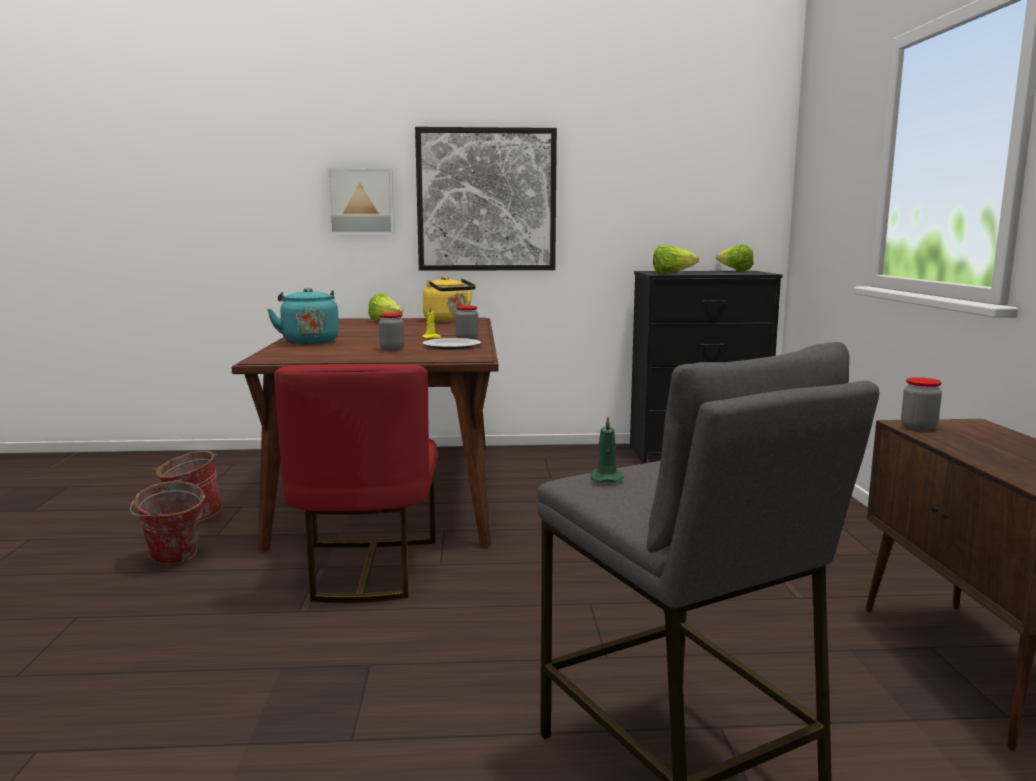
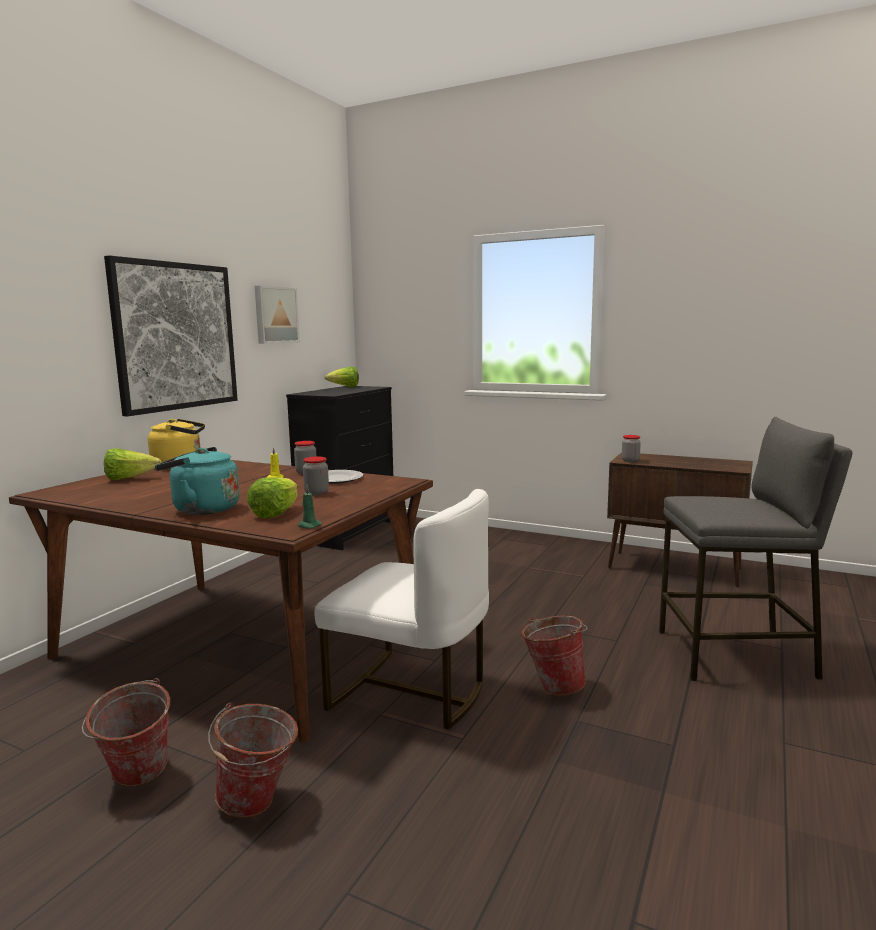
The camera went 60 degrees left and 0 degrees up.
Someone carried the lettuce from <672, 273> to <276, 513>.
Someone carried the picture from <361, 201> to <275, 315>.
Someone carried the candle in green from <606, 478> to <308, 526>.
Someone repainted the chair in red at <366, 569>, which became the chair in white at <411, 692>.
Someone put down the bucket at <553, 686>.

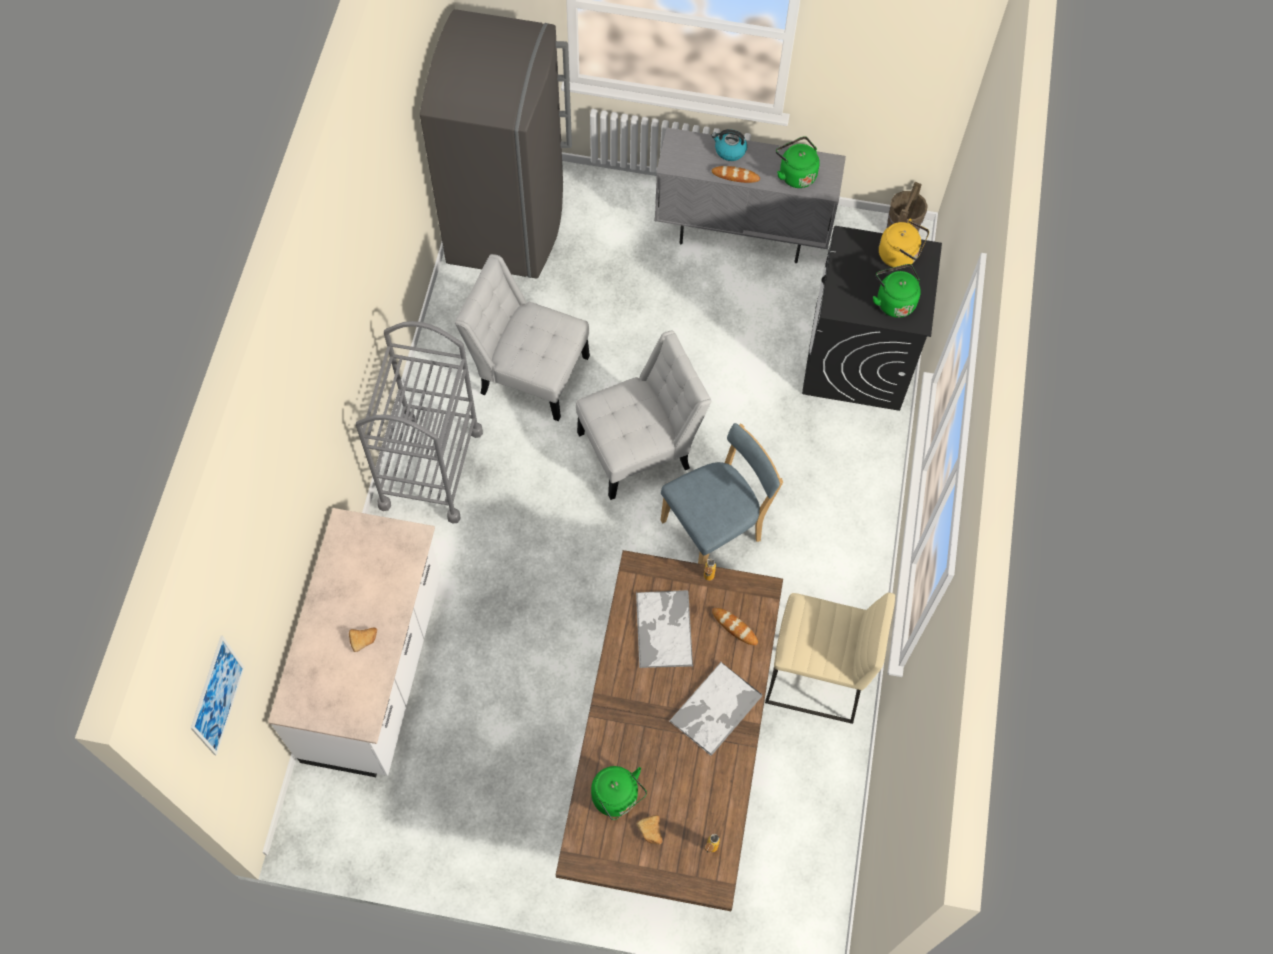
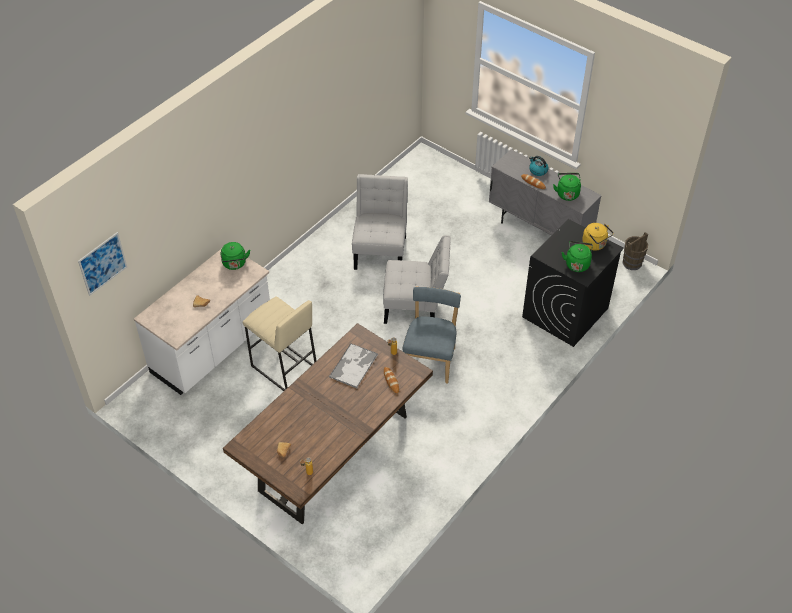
The camera went 30 degrees right and 15 degrees down.
Someone carried the kettle in green from <617, 798> to <235, 264>.
Someone carried the stool in beige from <815, 680> to <283, 367>.
Someone rotated the chair in white at <529, 372> by 45 degrees clockwise.
Someone rotated the chair in blue at <715, 529> by 75 degrees counterclockwise.
Someone took away the cart in grey at <431, 468>.
Someone took away the fridge in grey at <507, 223>.
Someone took away the tray at <715, 709>.

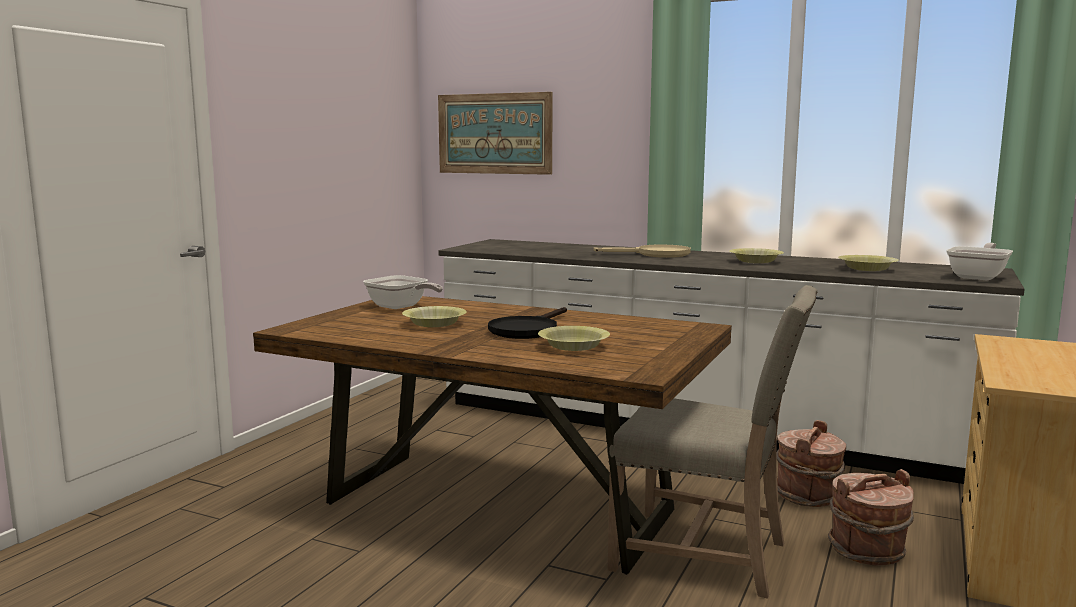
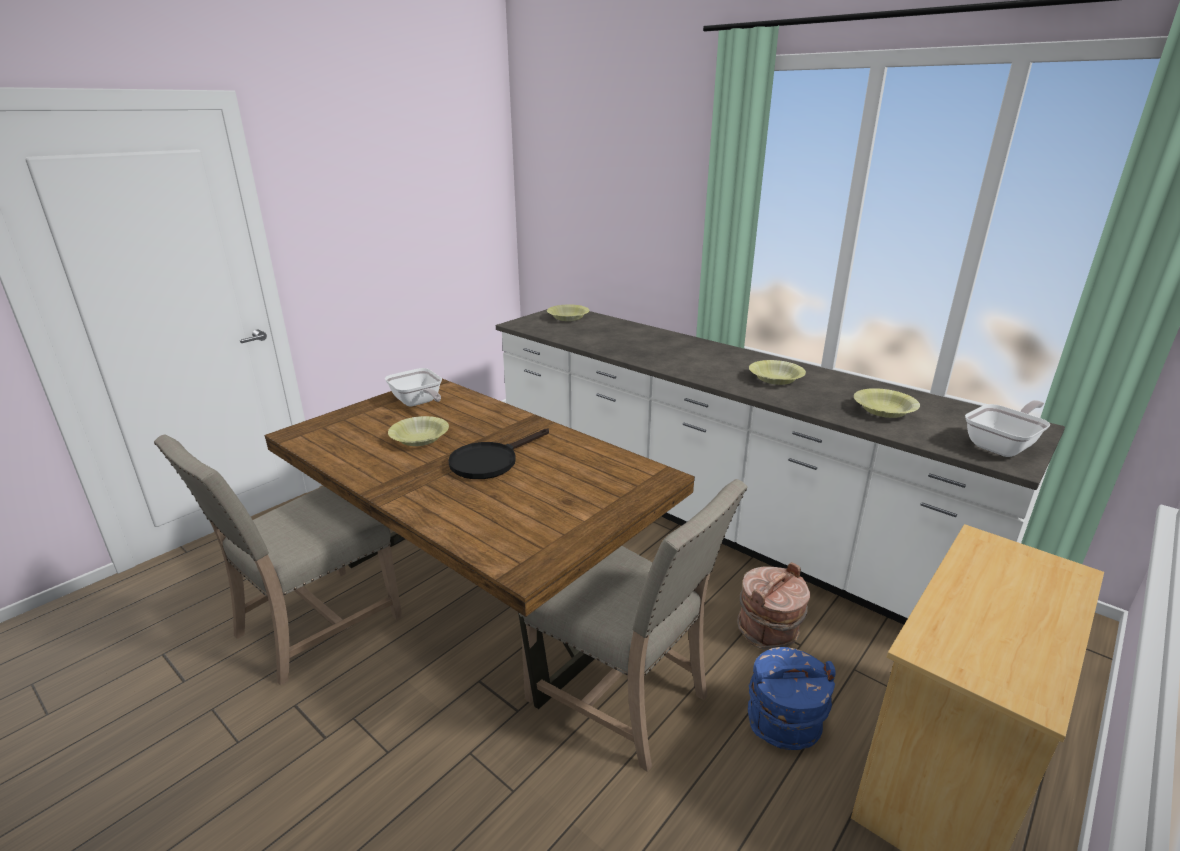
The camera went 15 degrees right and 15 degrees up.
Someone put down the chair in beige at <312, 626>.
Someone carried the bowl in yellow from <573, 347> to <568, 318>.
Someone repainted the bucket in brown at <867, 551>, which became the bucket in blue at <784, 724>.
Someone took away the picture at <494, 133>.
Someone took away the frying pan in beige at <655, 254>.

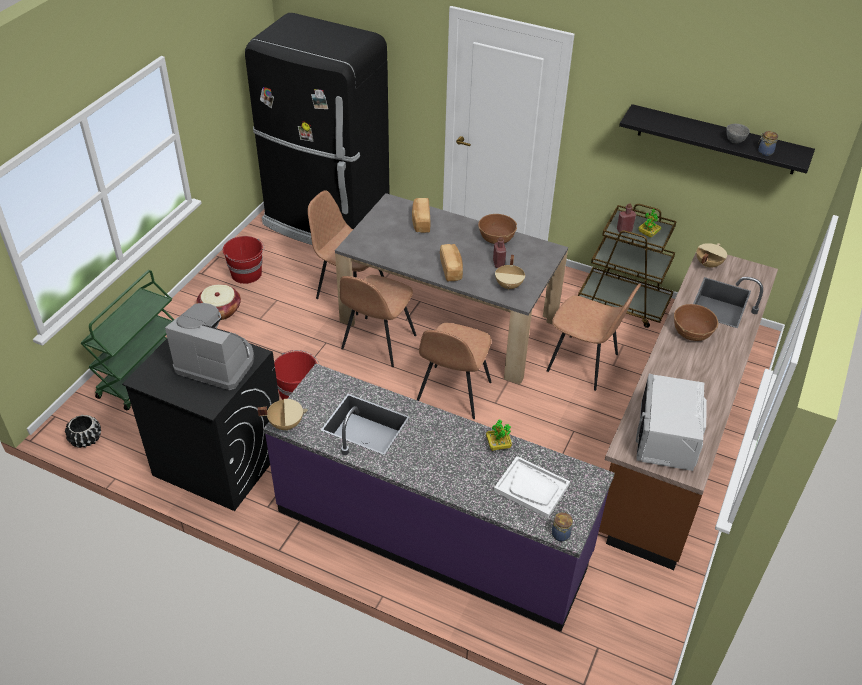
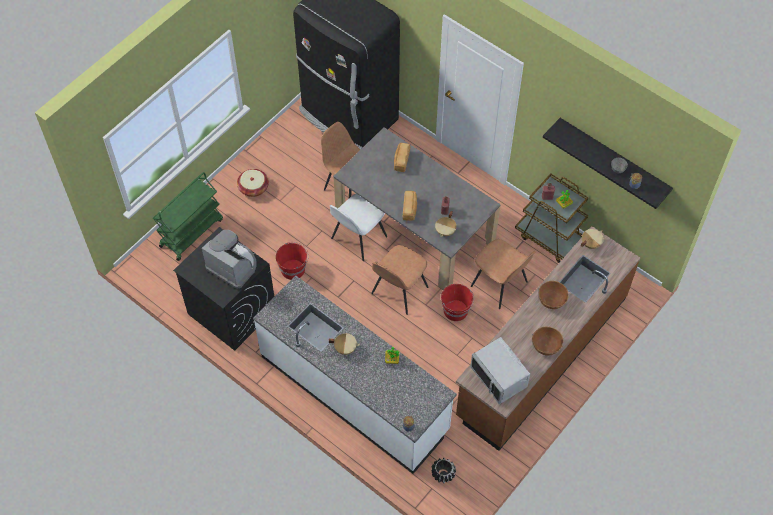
The camera went 15 degrees right and 15 degrees up.
Someone repainted the counter in purple at <433, 533>, which became the counter in white at <355, 392>.
Someone carried the cooking pot in beige from <286, 423> to <345, 348>.
Someone repainted the chair in brown at <377, 343>, which became the chair in white at <358, 238>.
Someone carried the planter in black from <86, 439> to <443, 474>.
Someone carried the bucket in red from <247, 274> to <456, 310>.
Someone rotated the microwave in grey at <667, 438> by 60 degrees counterclockwise.
Someone carried the bowl in brown from <496, 238> to <546, 346>.
Someone took away the tray in white at <531, 488>.

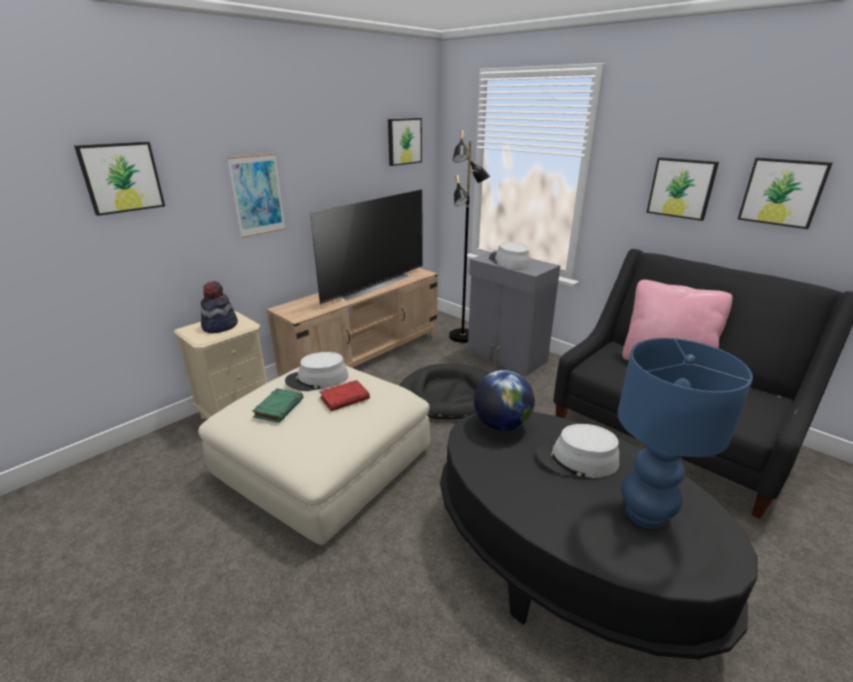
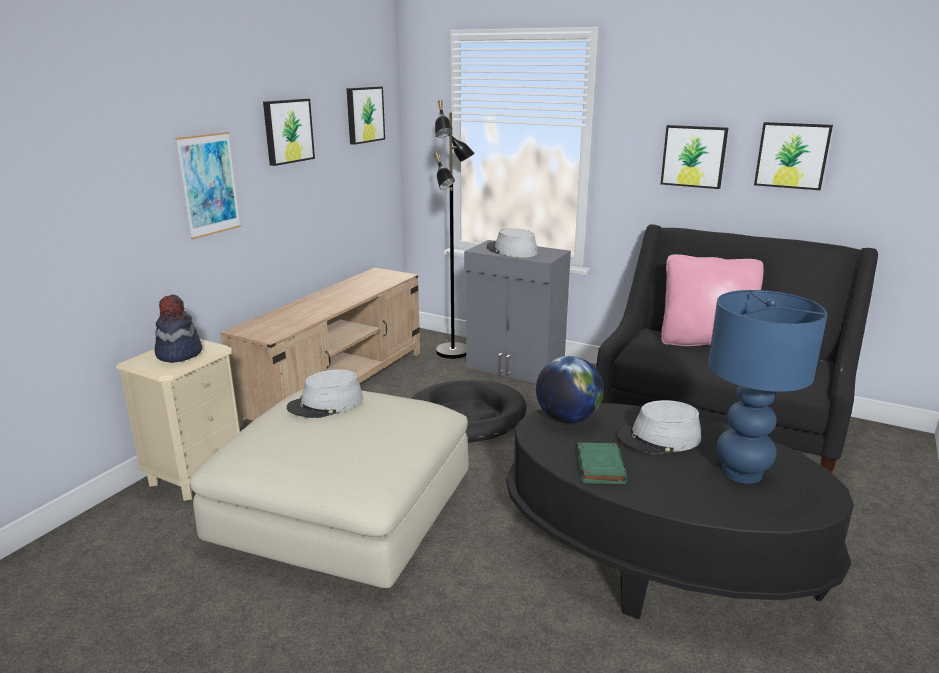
The camera went 15 degrees left and 5 degrees down.
Someone carried the picture from <121, 177> to <287, 131>.
Someone carried the book in green from <279, 408> to <600, 467>.
Someone took away the television at <372, 285>.
Someone took away the book in red at <345, 398>.

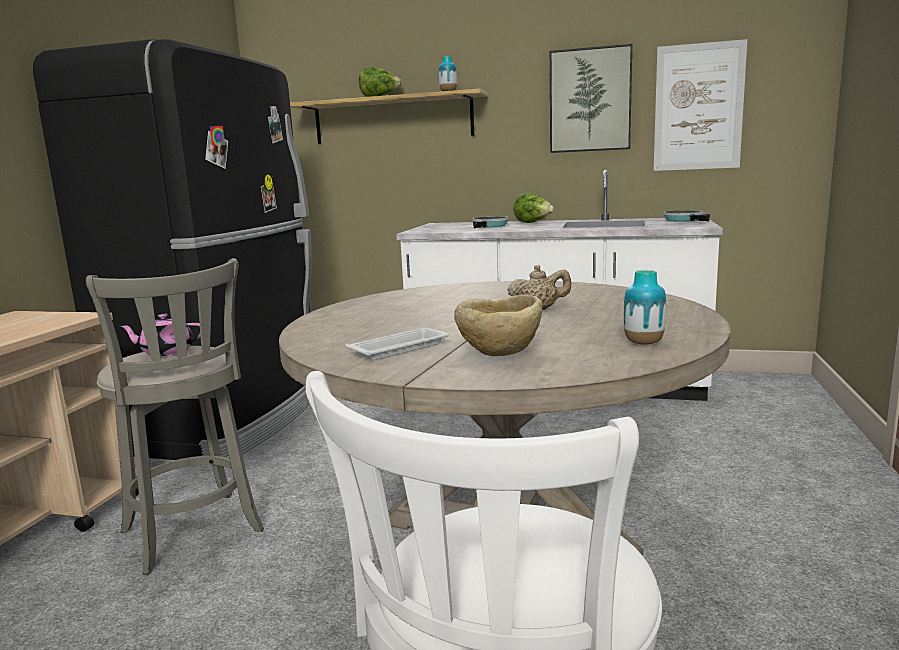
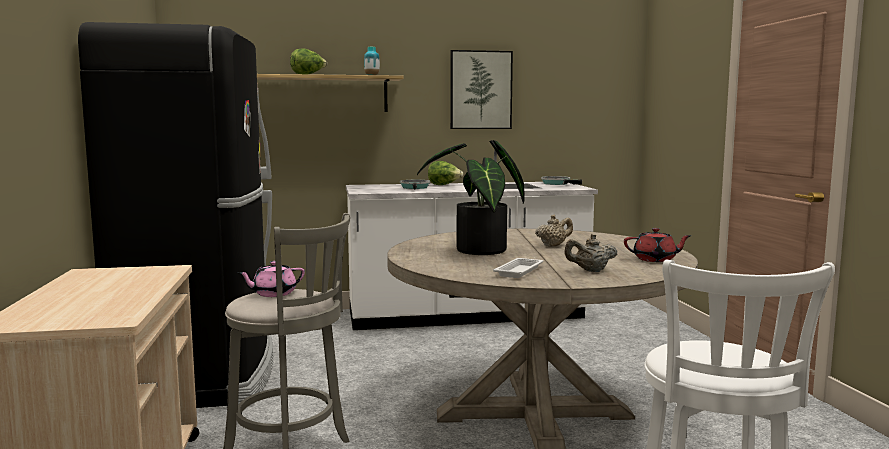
The camera went 25 degrees left and 5 degrees down.
Someone put down the potted plant at <478, 252>.
Someone swapped the bowl in beige at <499, 356> for the teapot in beige at <590, 271>.
Someone swapped the vase at <643, 343> for the teapot in red at <655, 259>.
Someone took away the picture at <698, 107>.

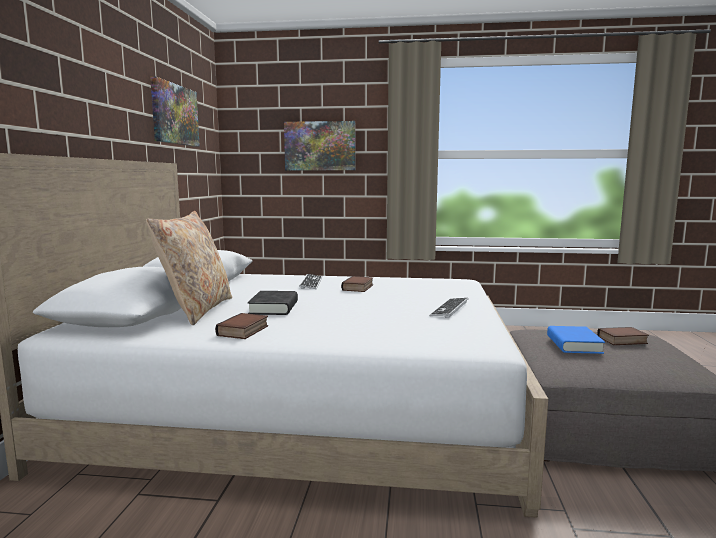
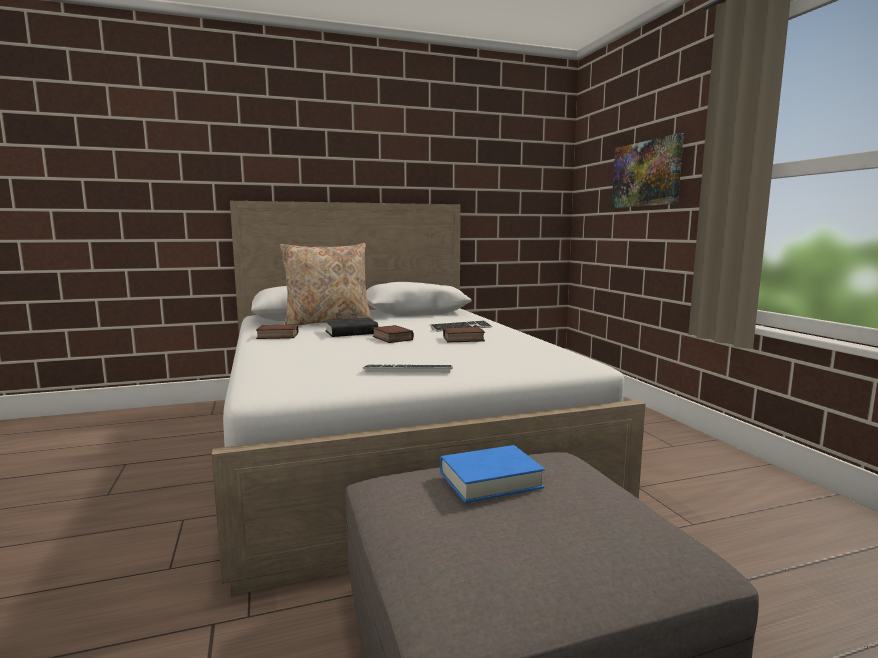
The camera went 65 degrees right and 0 degrees up.
Someone carried the book from <622, 340> to <391, 338>.
Someone took away the picture at <174, 114>.

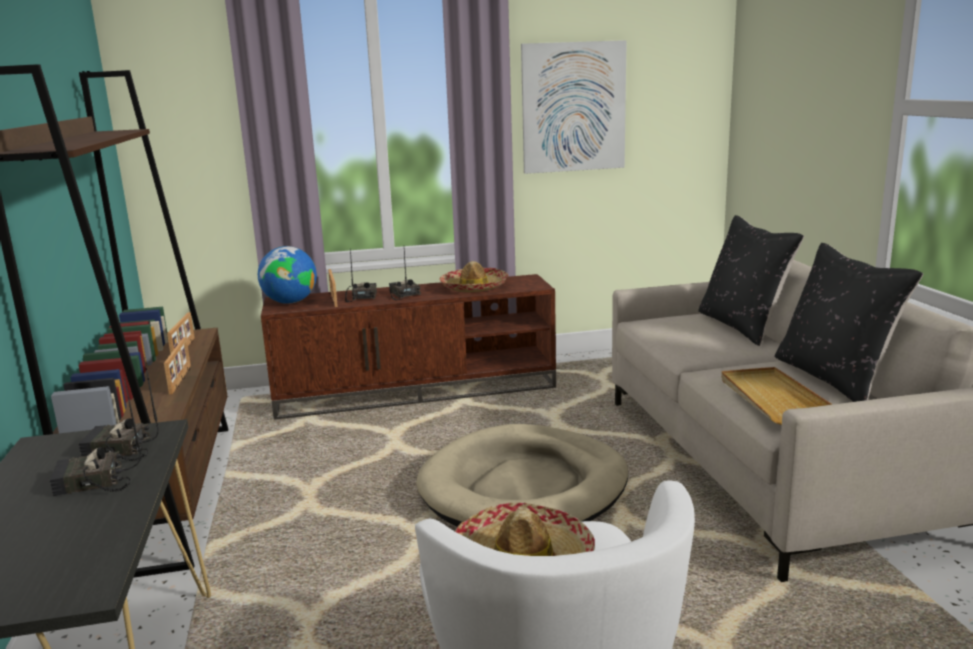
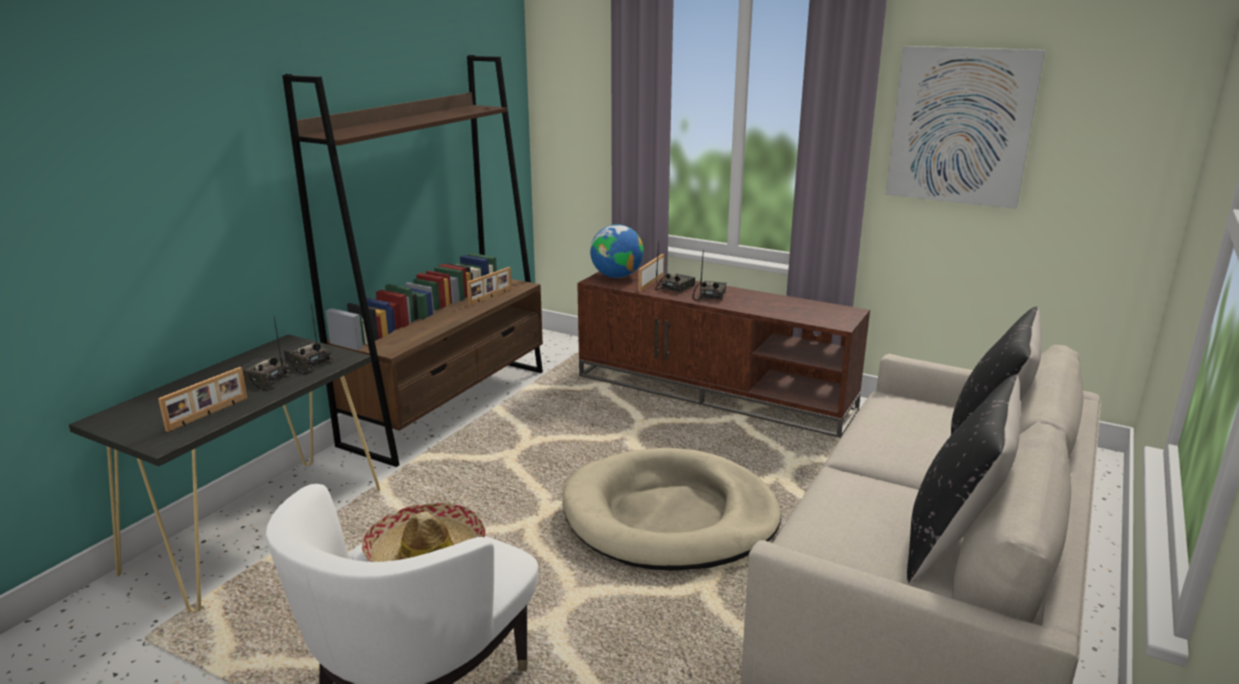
The camera went 40 degrees right and 5 degrees up.
Someone carried the picture frame from <181, 379> to <209, 414>.
Someone took away the hat at <474, 287>.
Someone took away the tray in beige at <773, 399>.

